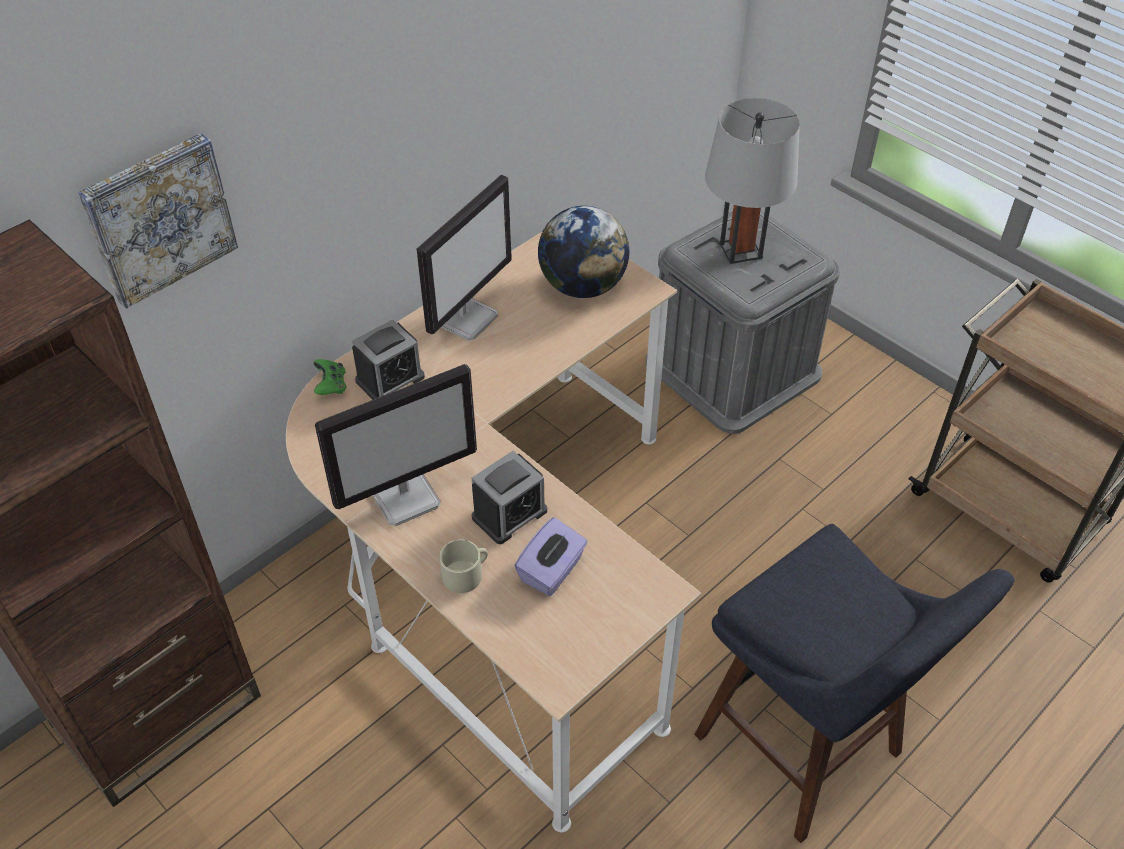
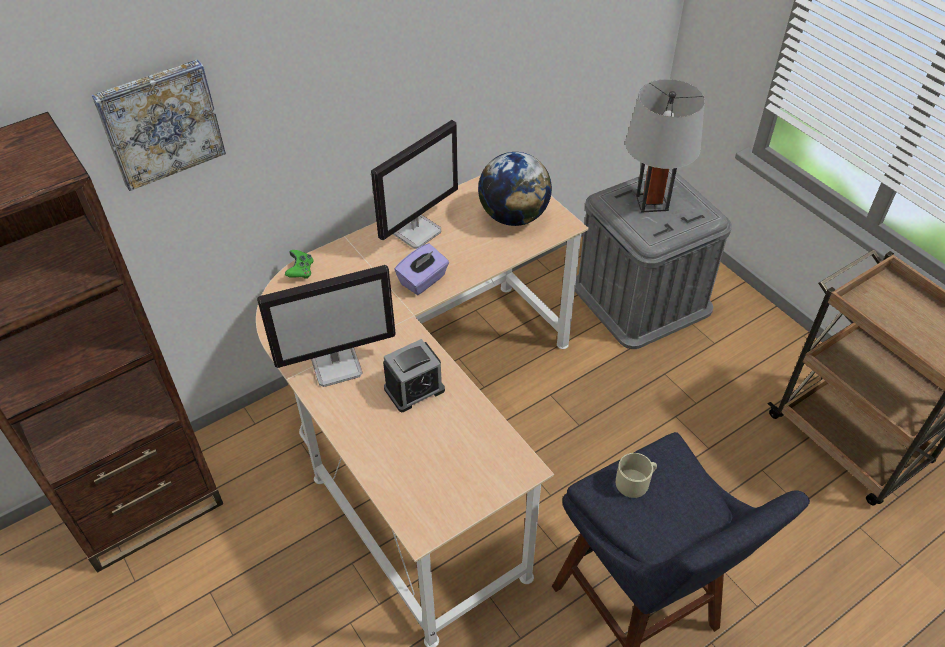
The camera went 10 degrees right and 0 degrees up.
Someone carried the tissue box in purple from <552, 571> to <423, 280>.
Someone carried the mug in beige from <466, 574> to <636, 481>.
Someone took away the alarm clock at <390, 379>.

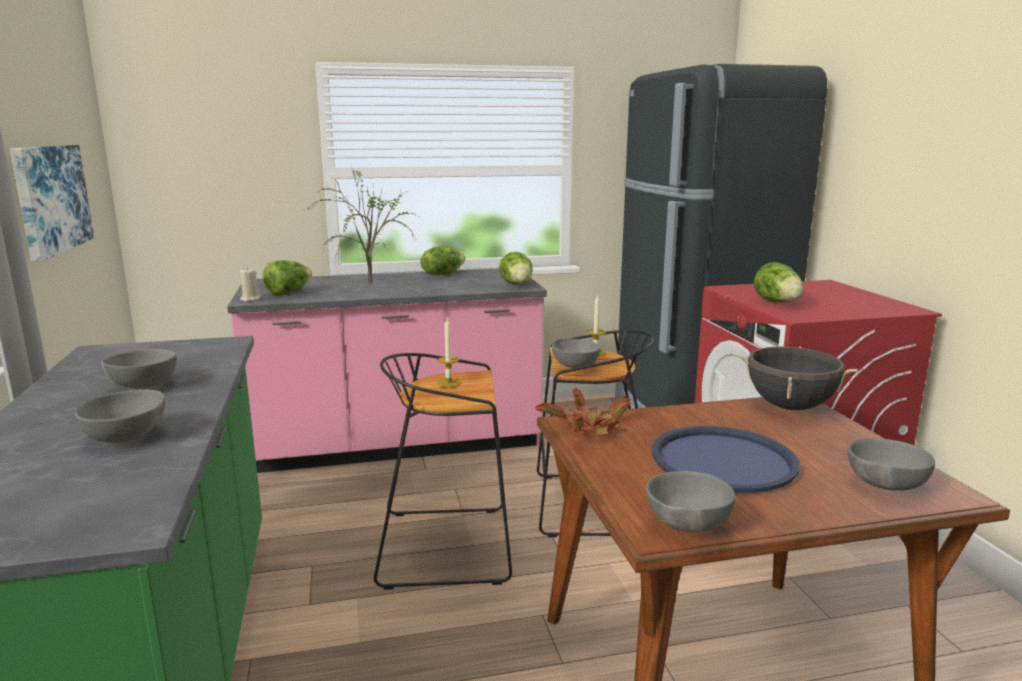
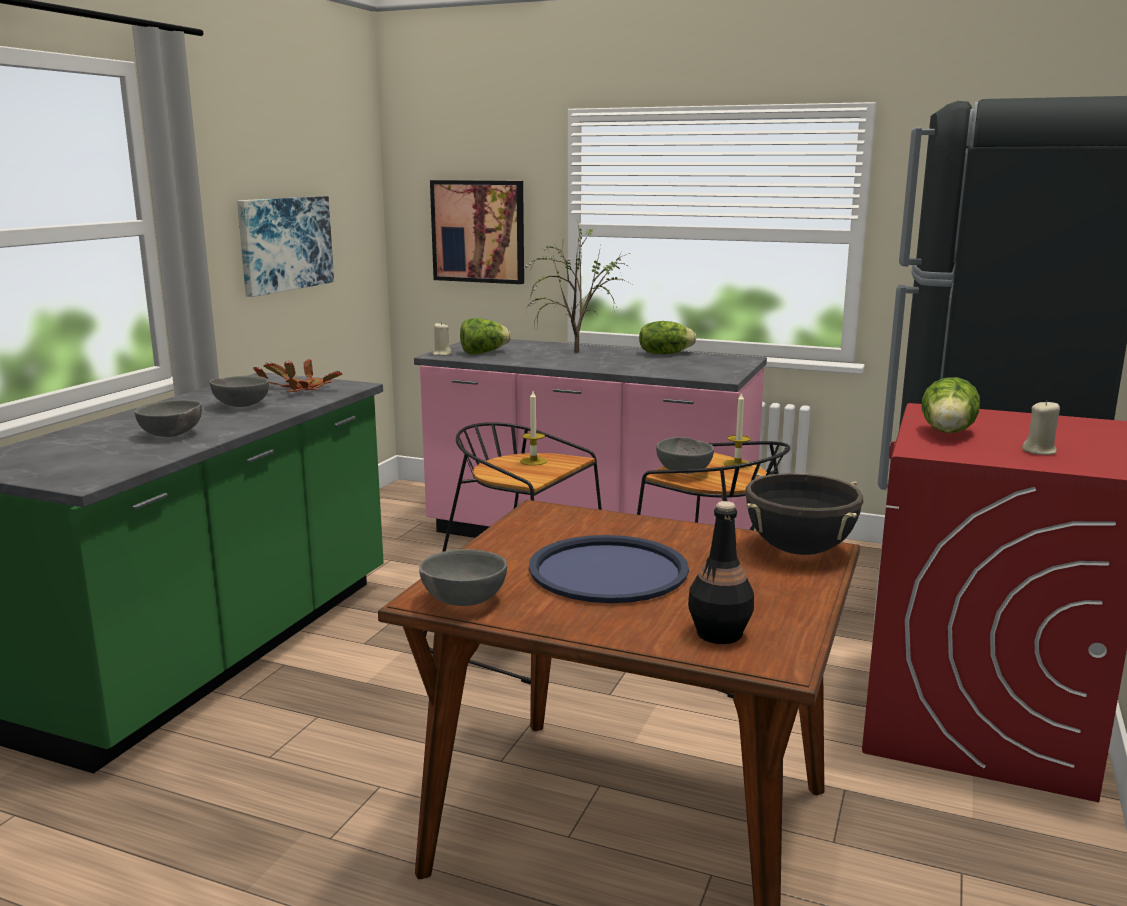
The camera went 35 degrees right and 0 degrees up.
Someone carried the potted plant from <589, 429> to <301, 390>.
Someone put up the picture at <478, 231>.
Someone swapped the bowl in grey at <883, 486> for the bottle in black at <718, 633>.
Someone put down the candle in beige at <1039, 451>.
Someone took away the lettuce at <517, 285>.

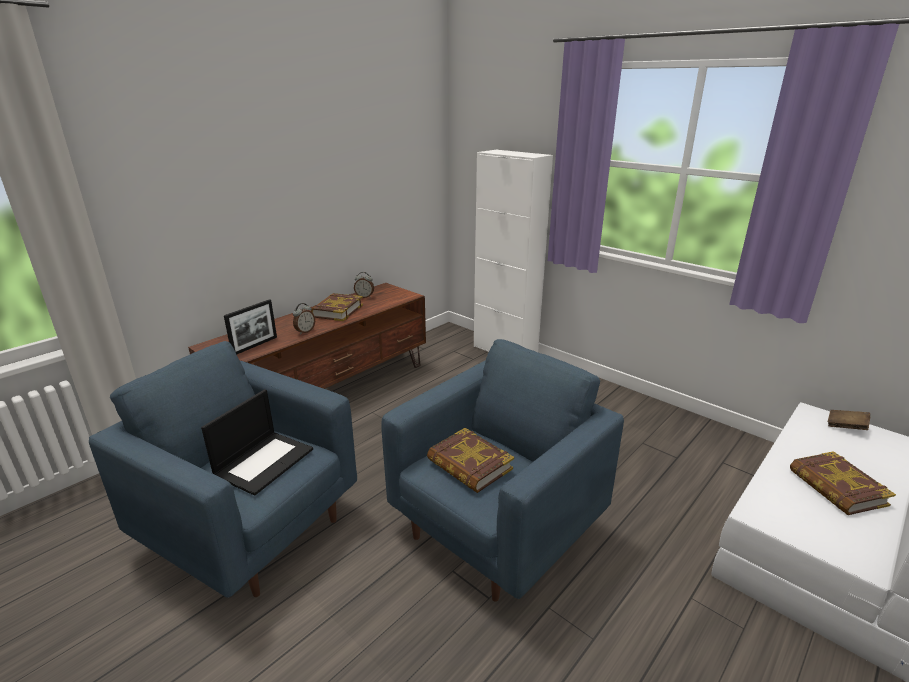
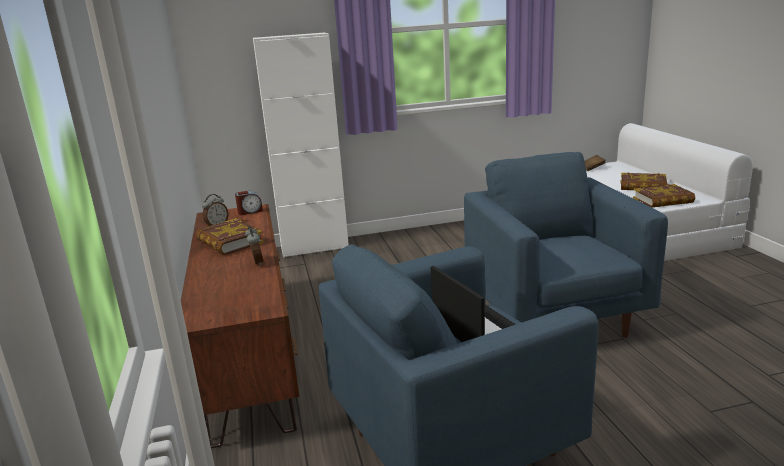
The camera went 55 degrees left and 5 degrees down.
Someone put down the alarm clock at <250, 211>.
Someone carried the book from <469, 465> to <663, 200>.
Someone took away the picture frame at <255, 346>.

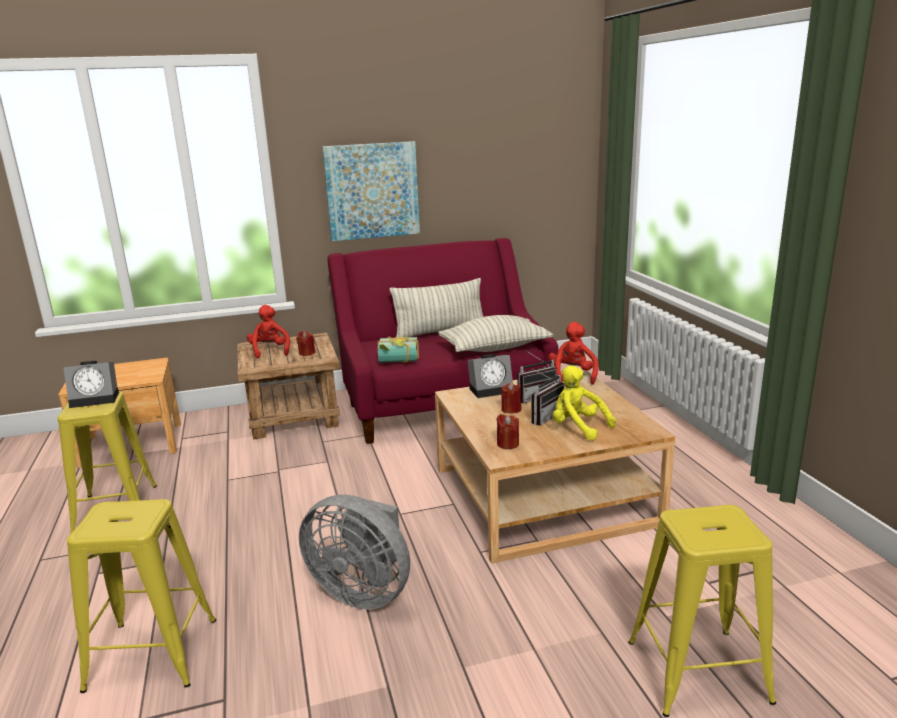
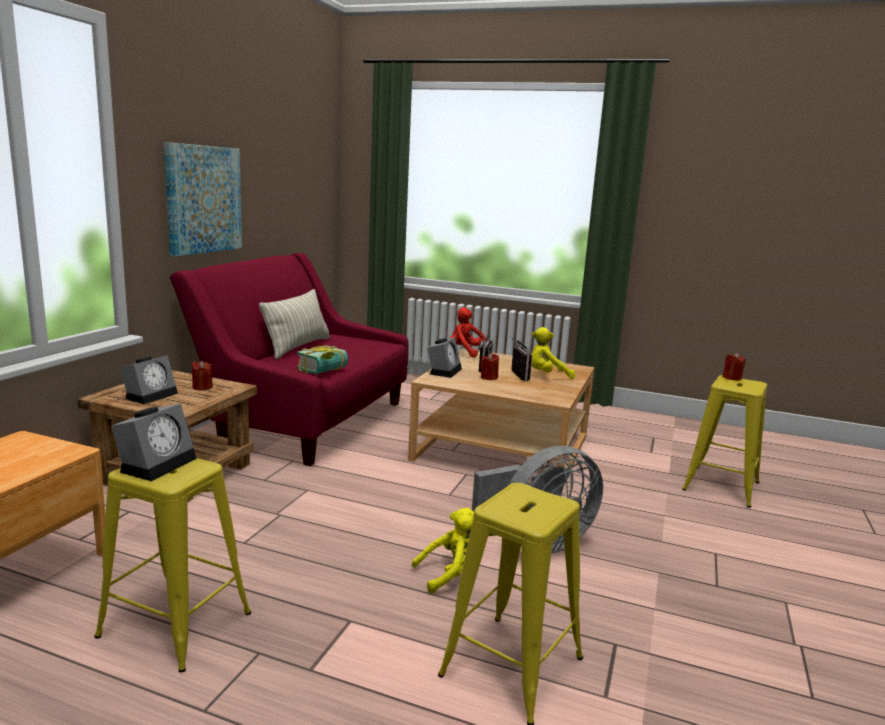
The camera went 55 degrees left and 5 degrees down.
Someone swapped the plush toy in red at <270, 351> for the alarm clock at <151, 395>.
Someone put down the plush toy in yellow at <450, 574>.
Someone carried the candle in red from <507, 444> to <732, 378>.
Someone took away the pillow at <495, 348>.

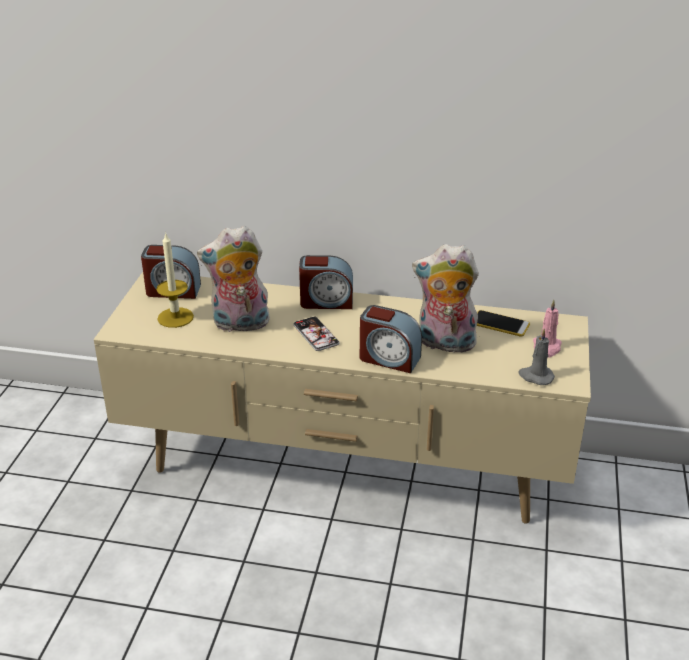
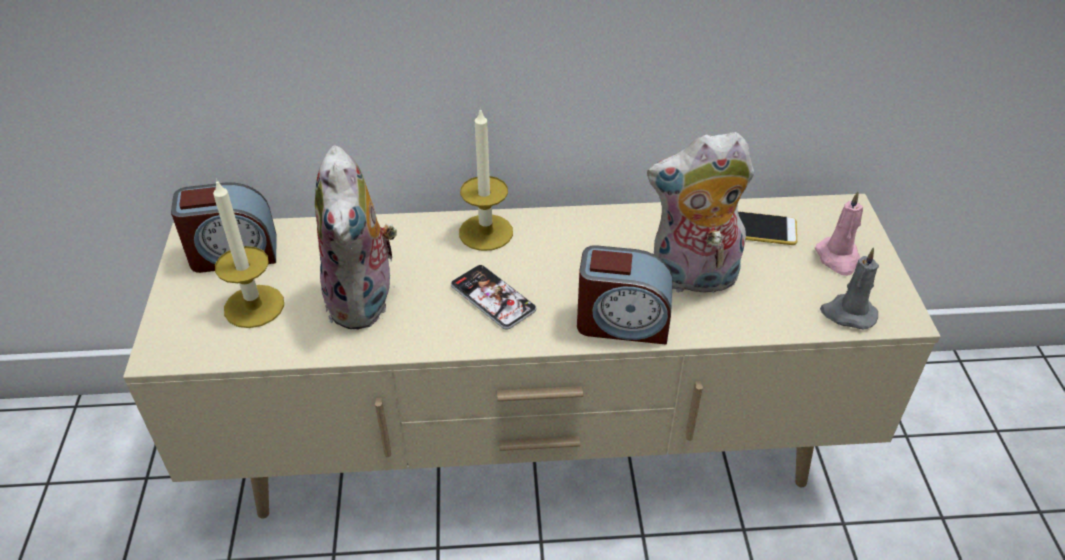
The camera went 15 degrees left and 10 degrees up.
Someone rotated the plush toy at <239, 325> by 75 degrees counterclockwise.
Someone swapped the alarm clock at <326, 301> for the candle at <486, 232>.

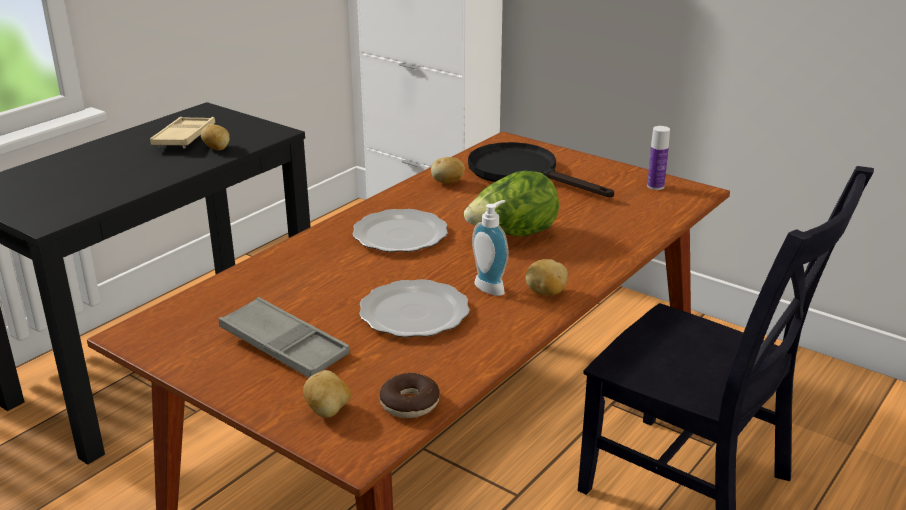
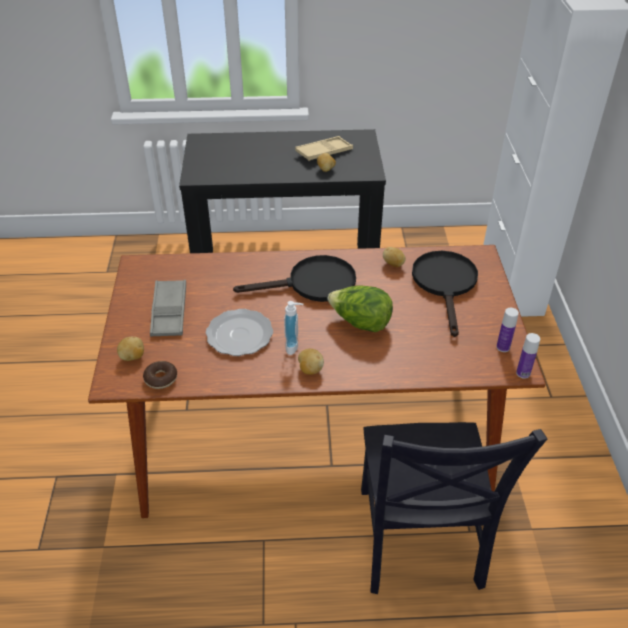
The camera went 50 degrees right and 15 degrees up.
Someone swapped the plate at <401, 234> for the frying pan in black at <312, 284>.
Someone put down the bottle at <523, 373>.

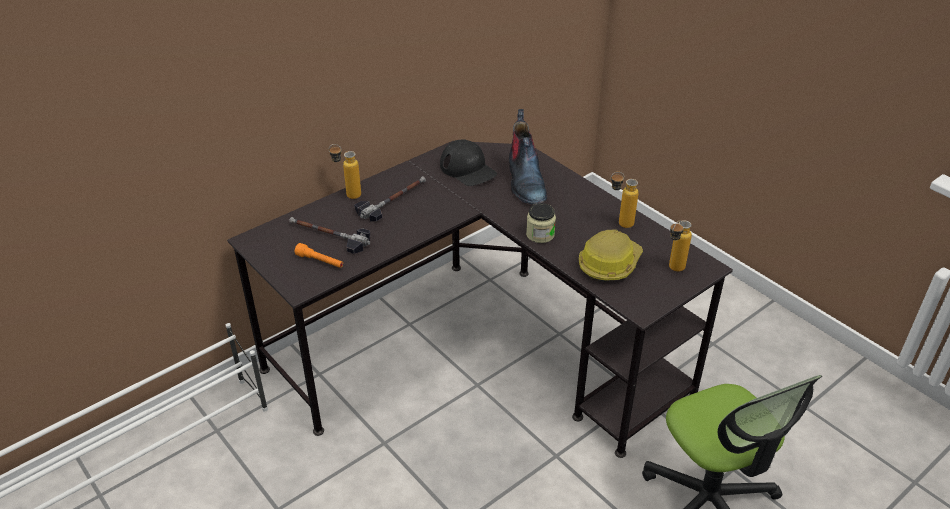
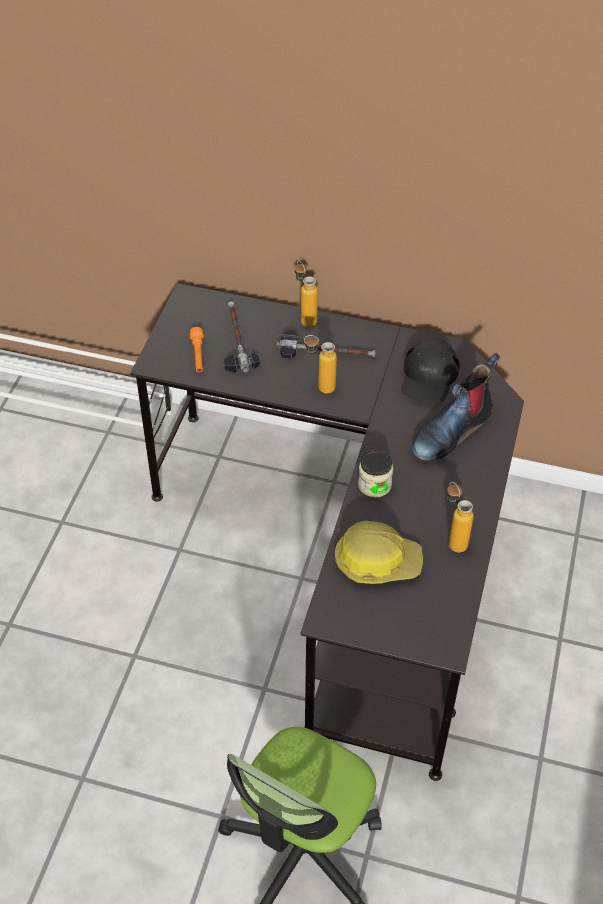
The camera went 55 degrees right and 10 degrees up.
Someone carried the bottle from <673, 270> to <319, 387>.

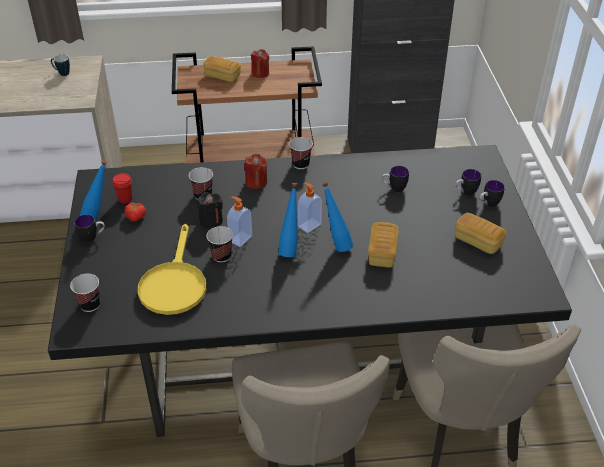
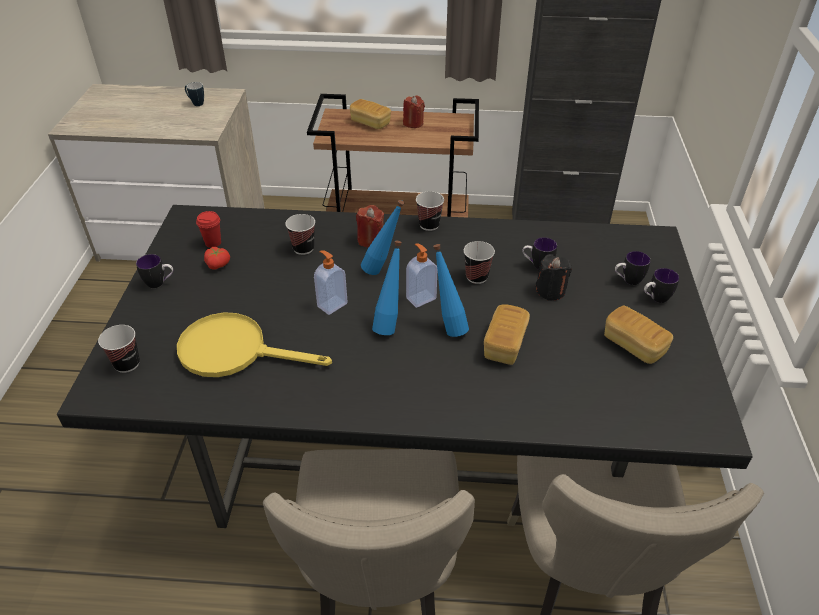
The camera went 10 degrees right and 0 degrees up.
Someone rotated the frying pan in yellow at <174, 284> by 90 degrees clockwise.
Someone carried the bottle in blue from <99, 217> to <382, 270>.
Someone carried the cup from <221, 256> to <476, 277>.
Someone carried the candle in black from <211, 221> to <550, 291>.

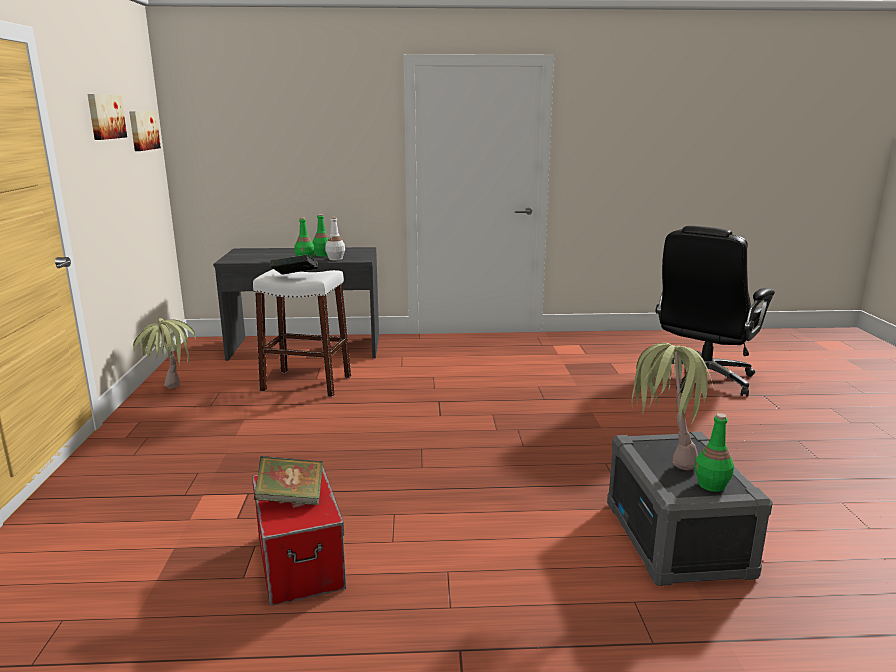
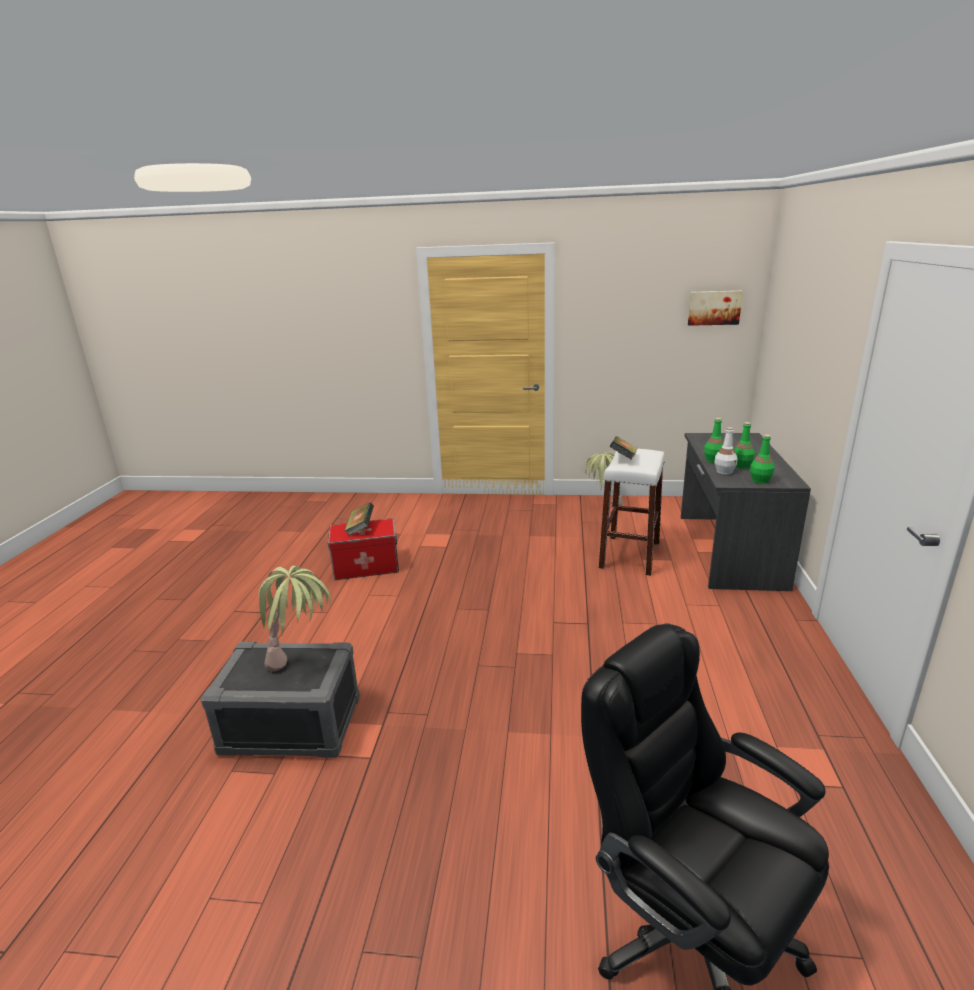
The camera went 100 degrees right and 5 degrees up.
Someone carried the bottle in green from <711, 485> to <760, 480>.
Someone took away the picture at <105, 116>.

